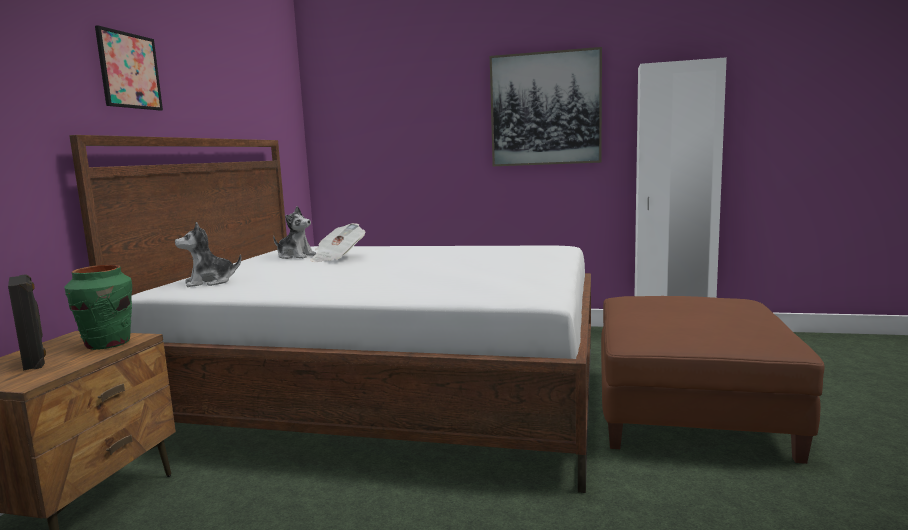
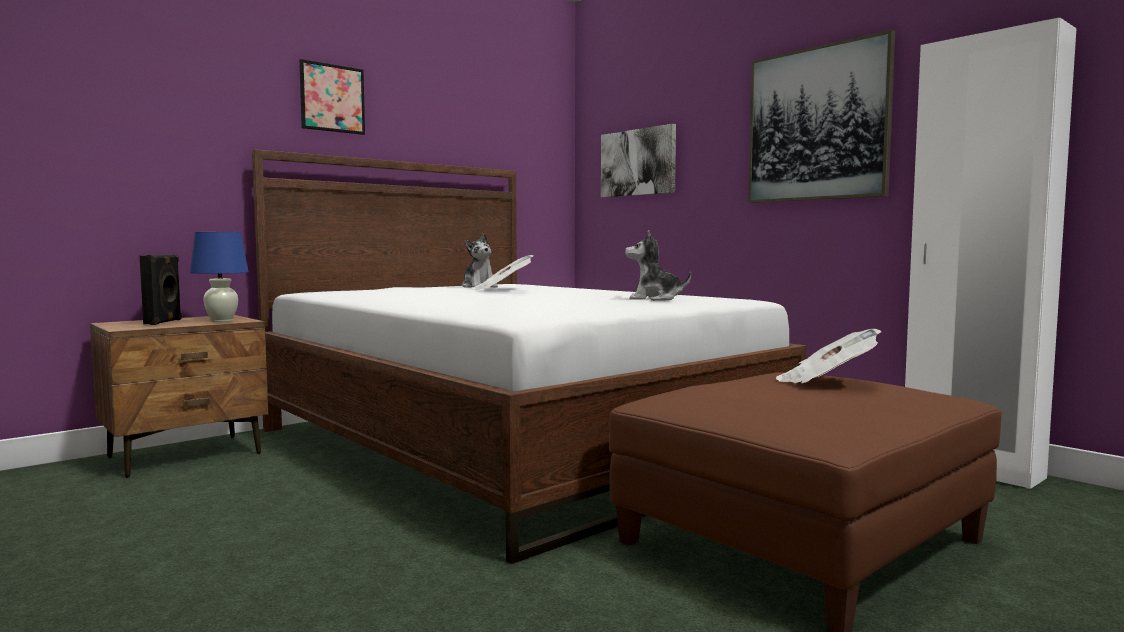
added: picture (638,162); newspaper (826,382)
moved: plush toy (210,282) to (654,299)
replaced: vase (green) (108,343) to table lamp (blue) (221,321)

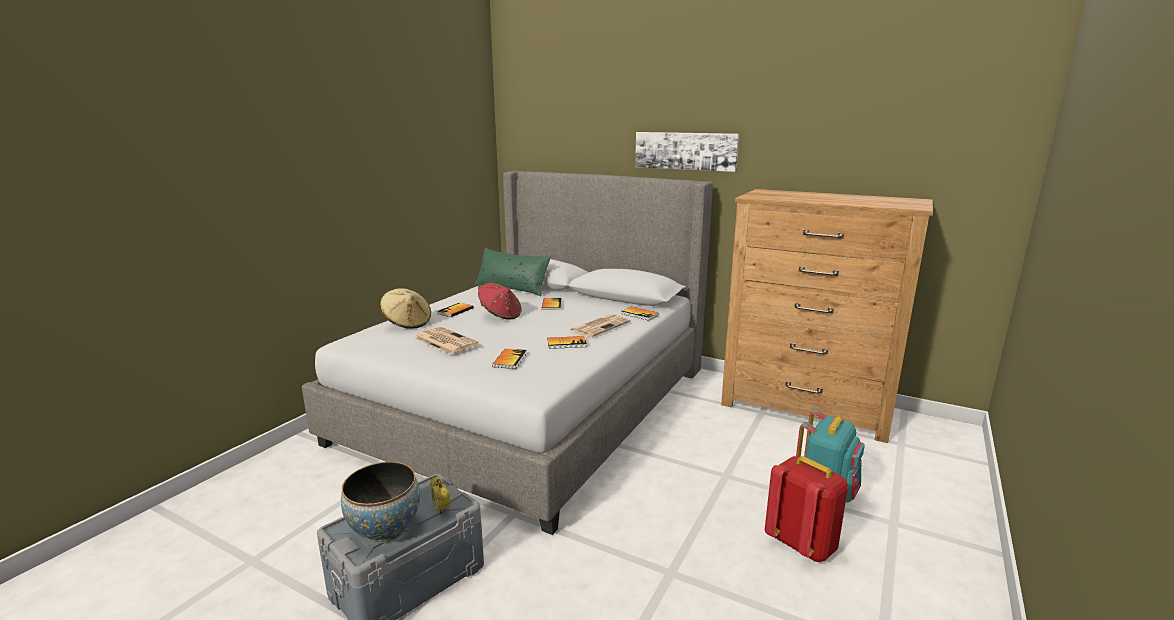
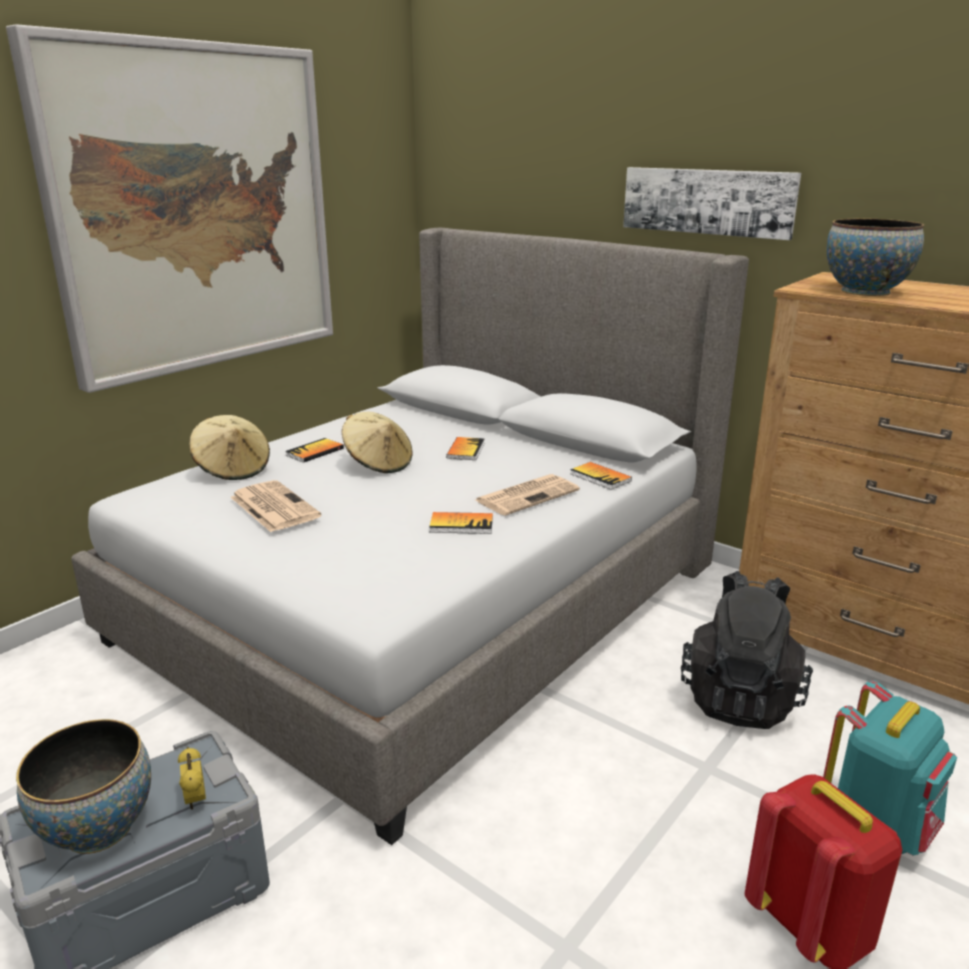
removed: pillow (green) (512,288); book (510,360)
added: picture (196,210); bowl (865,292); backpack (black) (740,698)
recoloured: hat (red) (500,315) to hat (beige) (378,464)

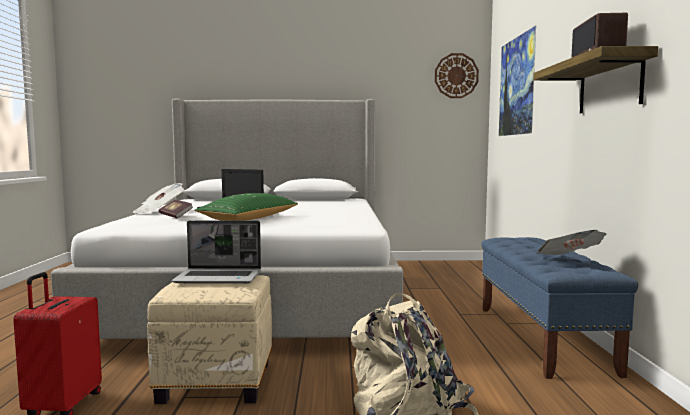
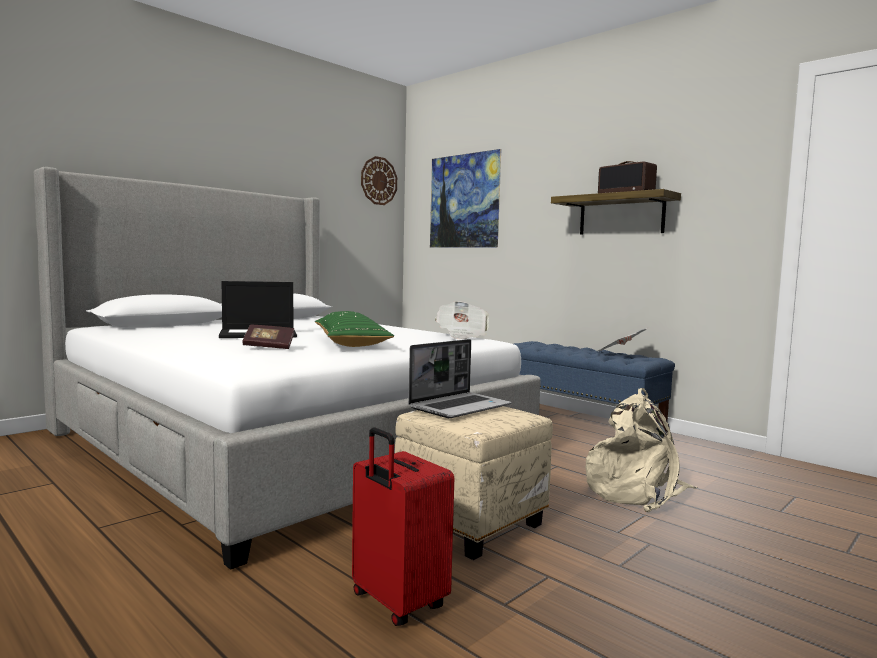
moved: newspaper (159,211) to (462,336)

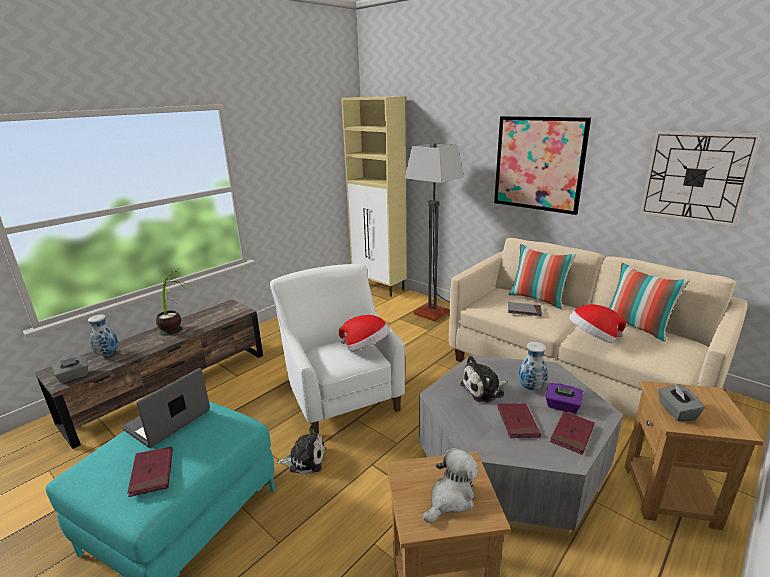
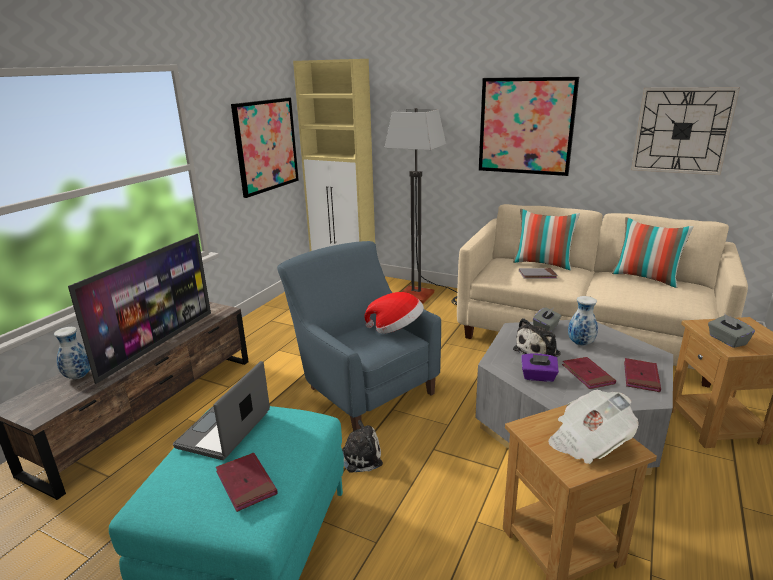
removed: hat (593,338)
added: picture (266,145)
moved: tissue box (grey) (74,376) to (546,328); tissue box (purple) (562,406) to (538,377)
replaced: potted plant (177,334) to television (158,344); plush toy (450,498) to newspaper (588,442)
recoloured: armchair (white) (340,393) to armchair (blue) (361,387)

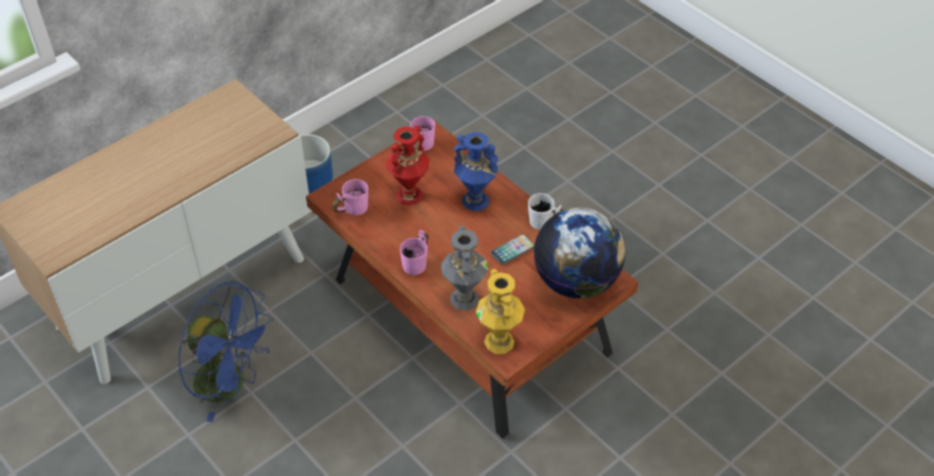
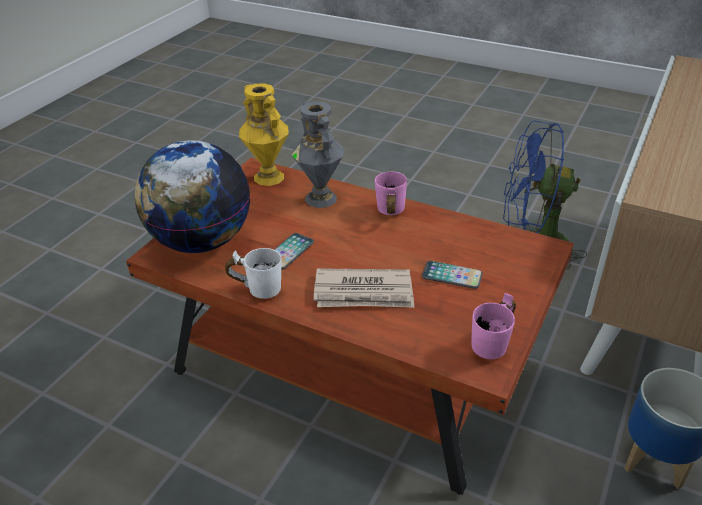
removed: mug (pink) (350,209)
replaced: vase (red) (409,196) to phone (452,276); vase (blue) (475,201) to newspaper (364,293)

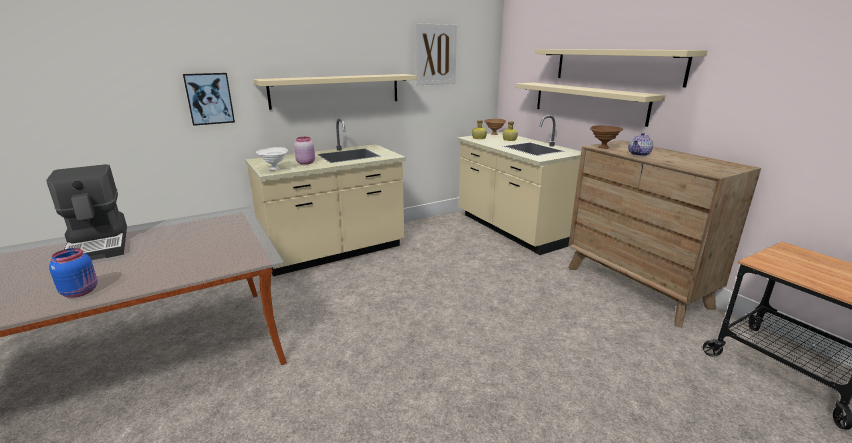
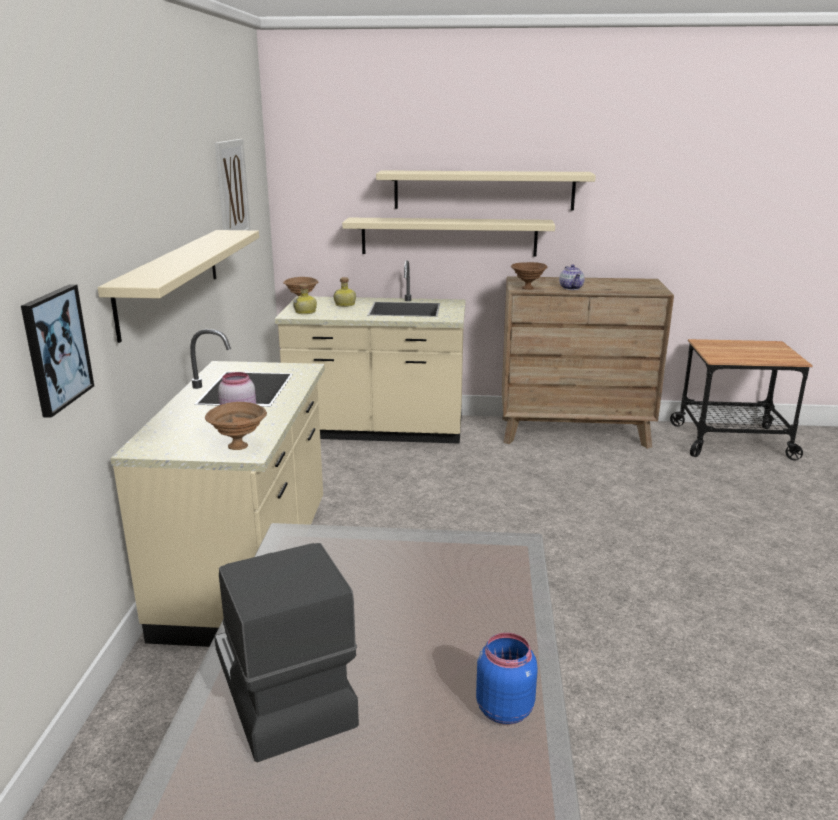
recoloured: bowl (white) (275,169) to bowl (brown) (239,446)
turned: coffee machine (100,244) = (280,688) 120 degrees counterclockwise

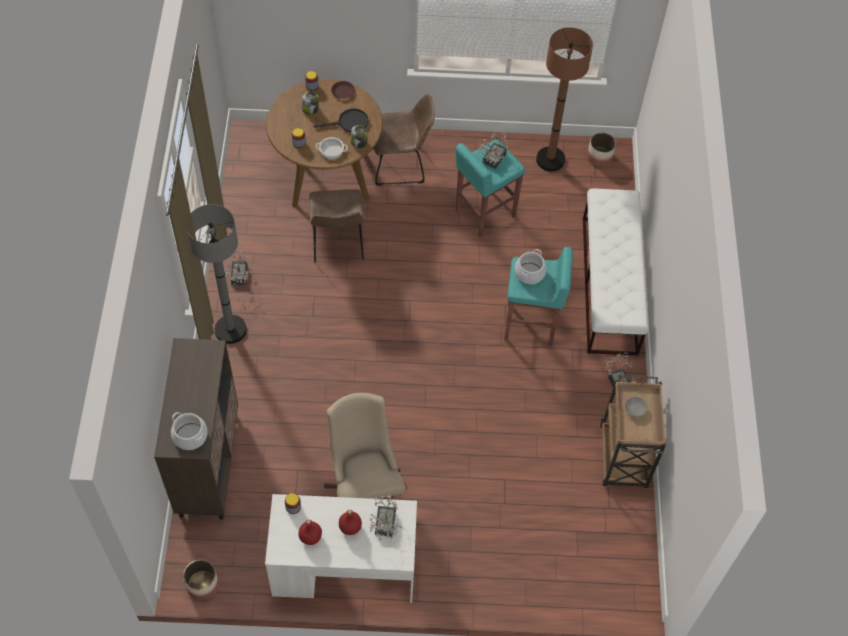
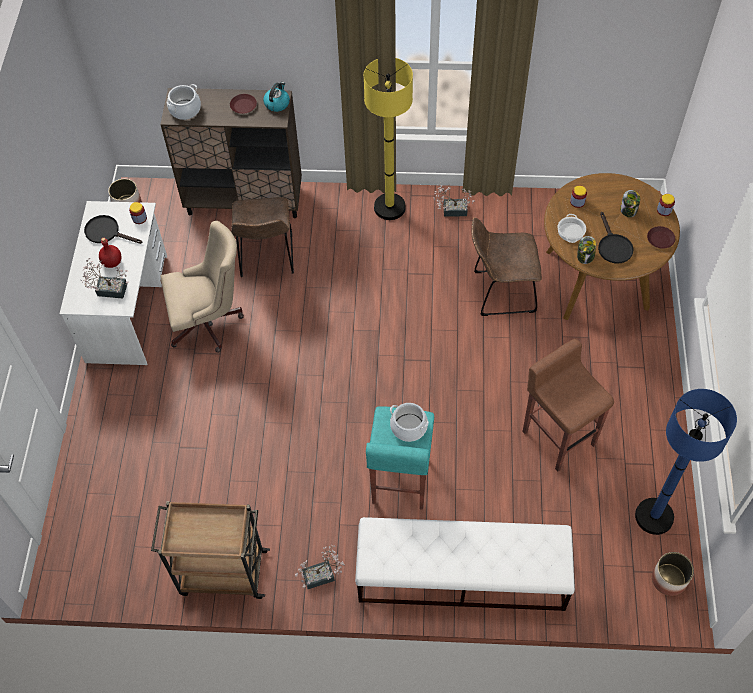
removed: potted plant (492,160); bowl (grey) (635,409)
added: kettle (277,103); plate (brown) (243,106)
moved: chair (brown) (401,165) to (266,257)
replaced: bottle (red) (310,537) to frying pan (black) (107,232)
recoloured: floor lamp (brown) (550,159) to floor lamp (blue) (654,517); stool (turquoise) (484,213) to stool (brown) (558,437); floor lamp (grey) (230,330) to floor lamp (yellow) (389,207)

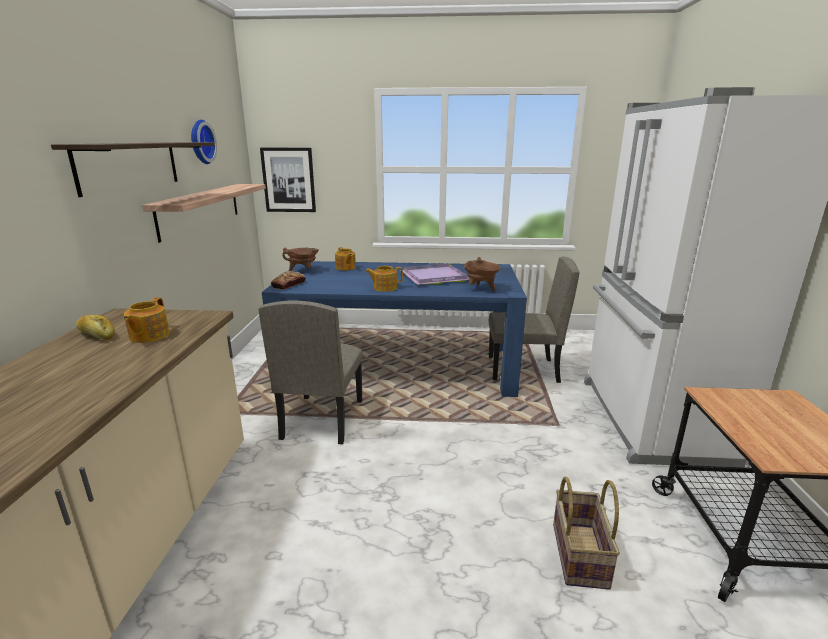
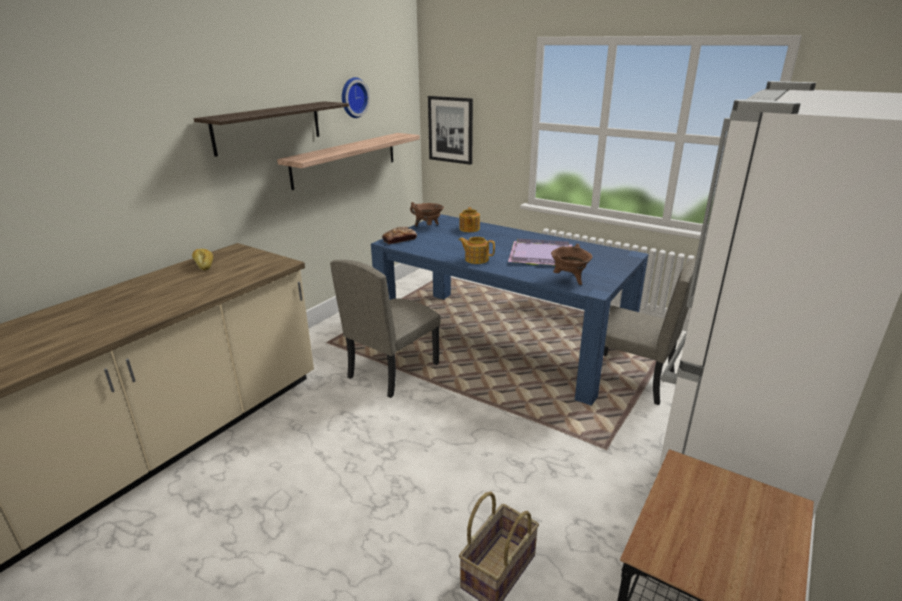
removed: teapot (148,336)

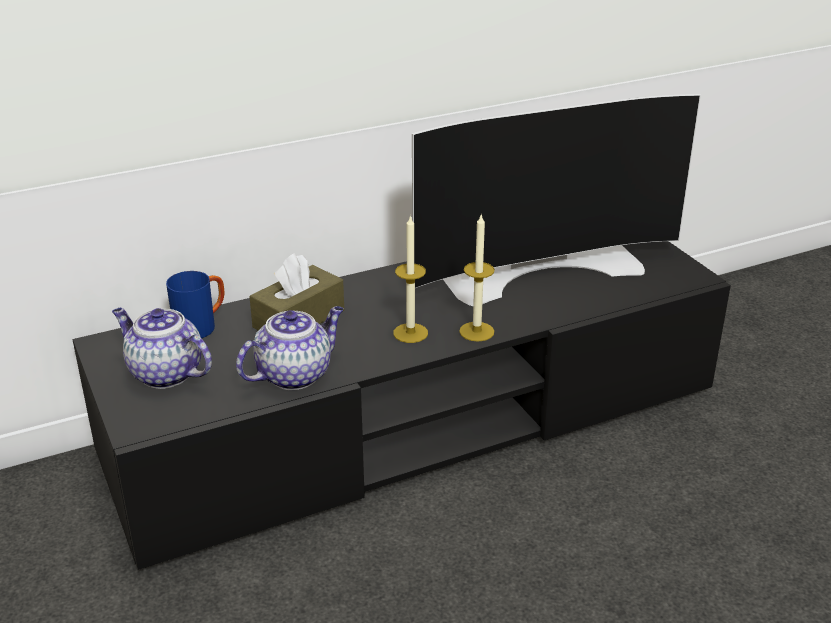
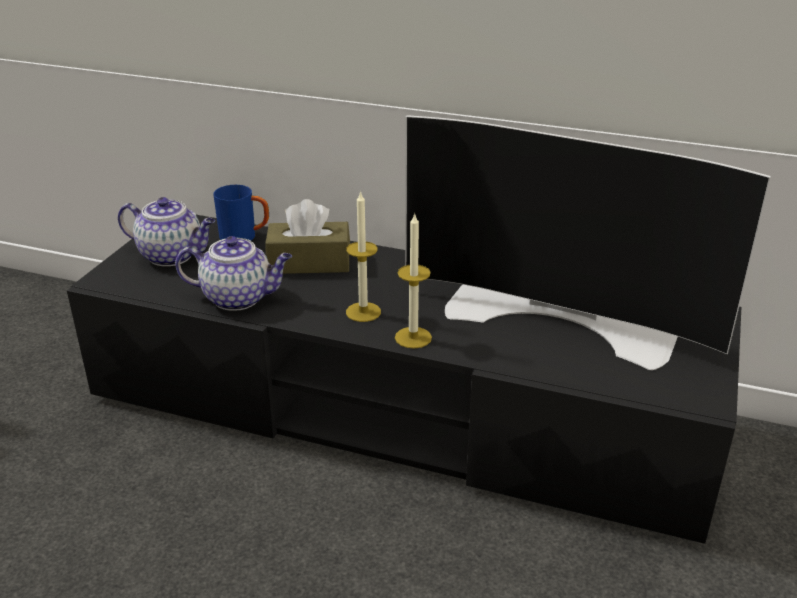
turned: teapot (164,373) = (173,256) 120 degrees clockwise

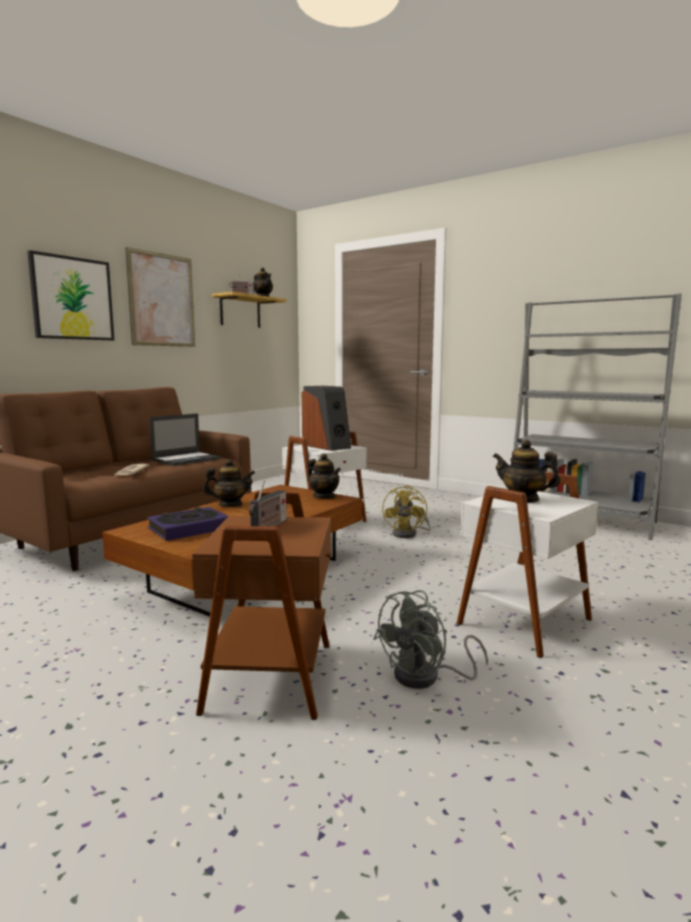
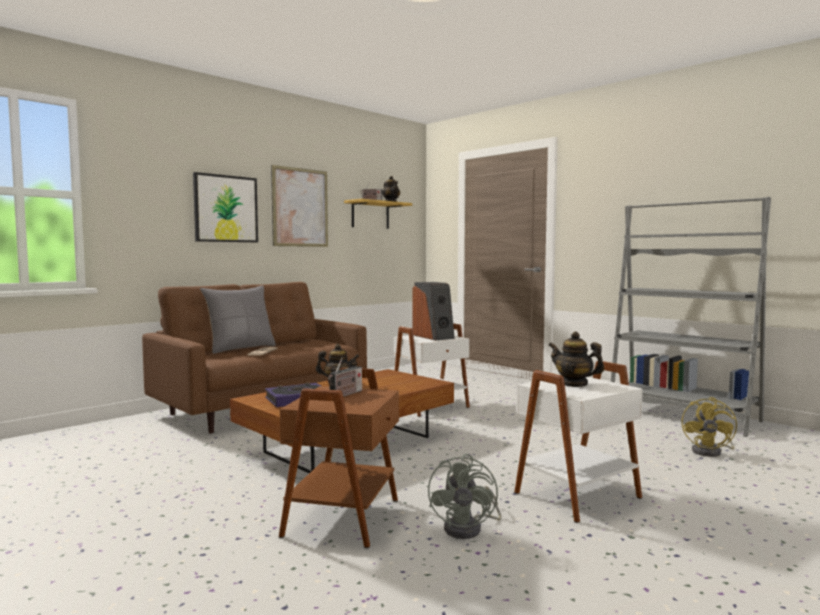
removed: laptop (187,459); teapot (324,496)
added: pillow (grey) (240,348)
moved: fan (yellow) (409,534) to (711,452)
turned: fan (grey) (426,677) = (469,528) 45 degrees counterclockwise

